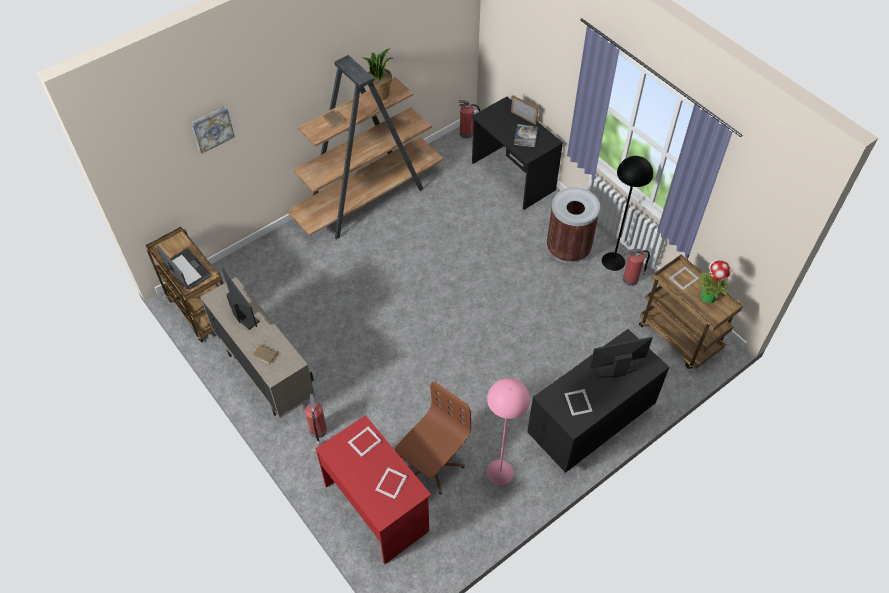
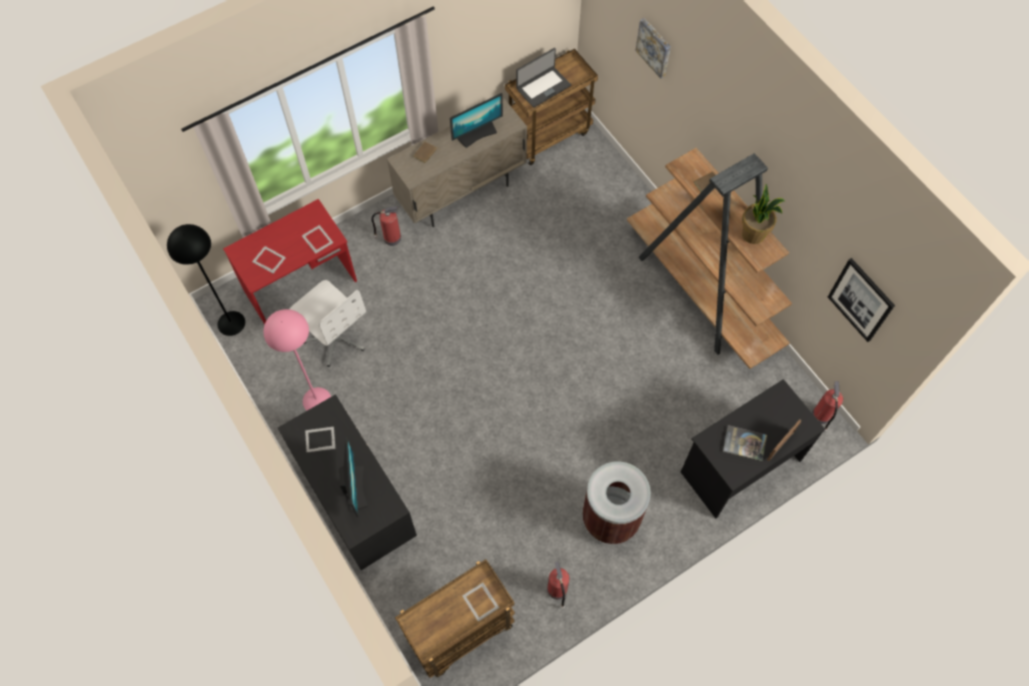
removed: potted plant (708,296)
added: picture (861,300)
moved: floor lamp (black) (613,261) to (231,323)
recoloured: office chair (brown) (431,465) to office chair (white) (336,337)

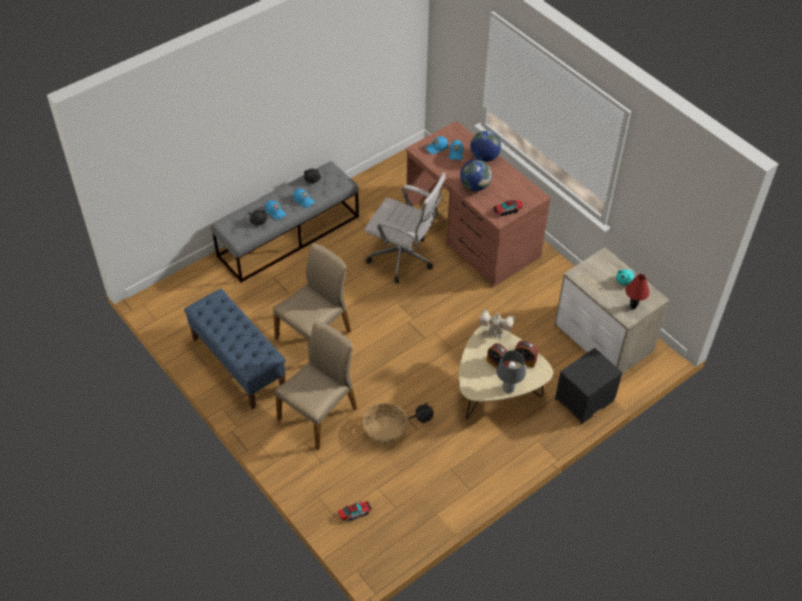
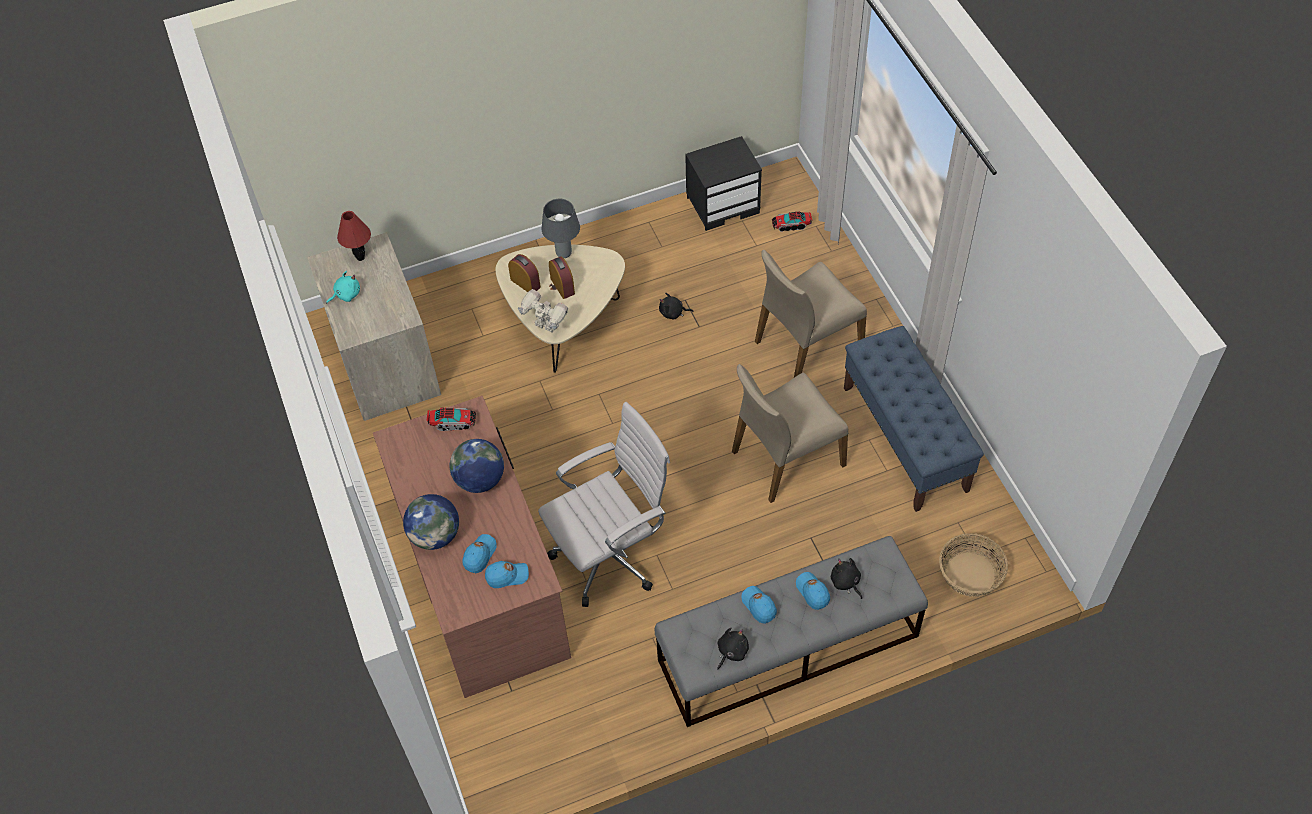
moved: nightstand (black) (584,401) to (723,204); basket (385,430) to (970,574)
turned: office chair (white) (404,259) = (611,555) 105 degrees clockwise

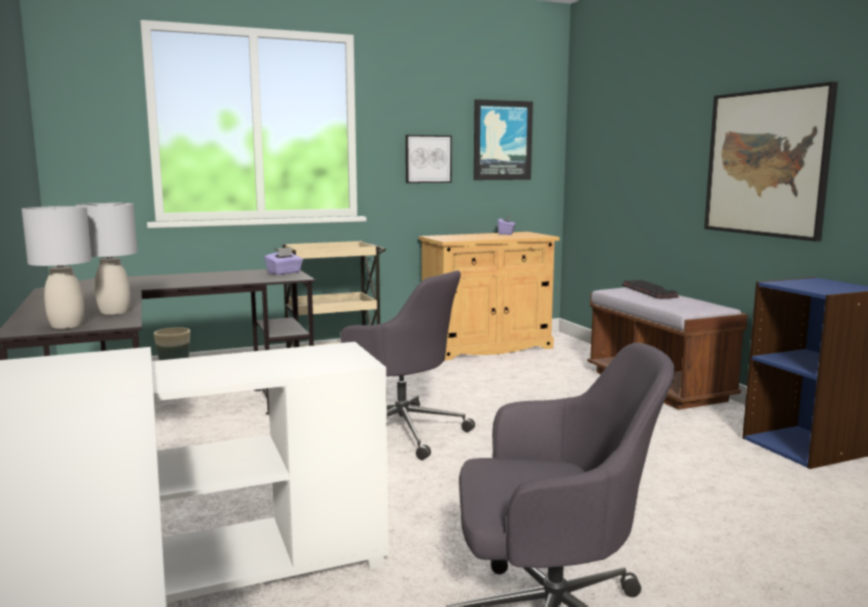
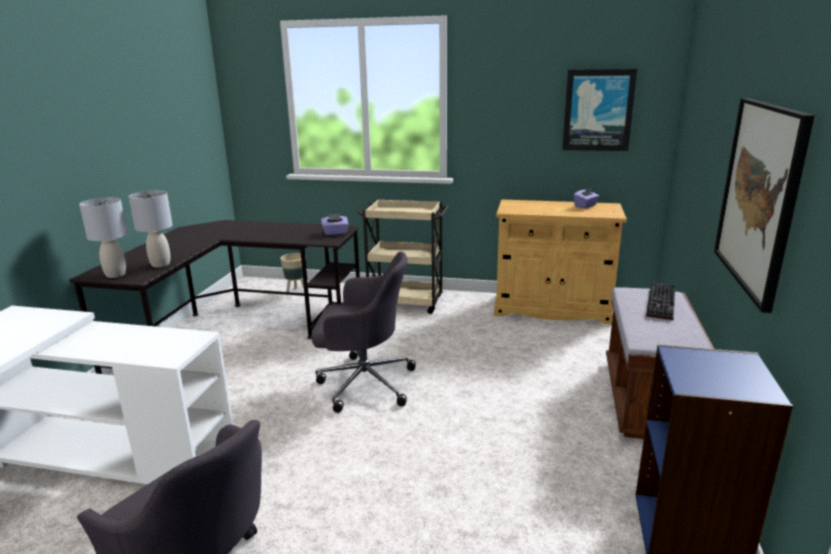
removed: picture (428,159)
turned: office chair (grey) (401,432) = (363,383) 60 degrees counterclockwise

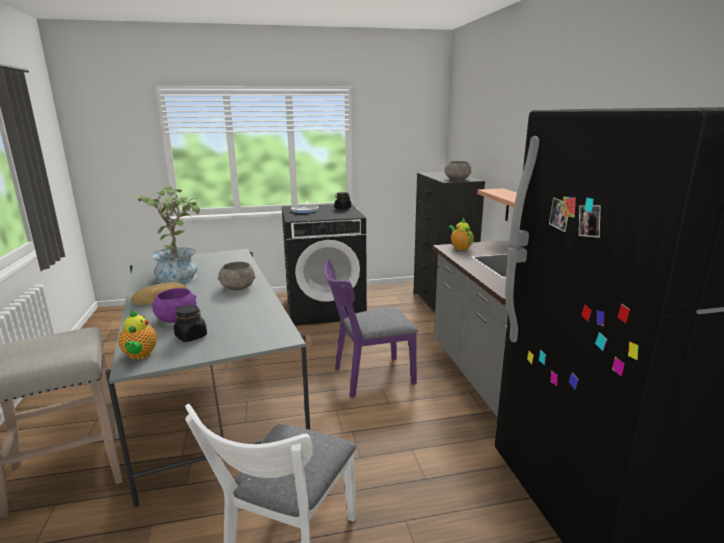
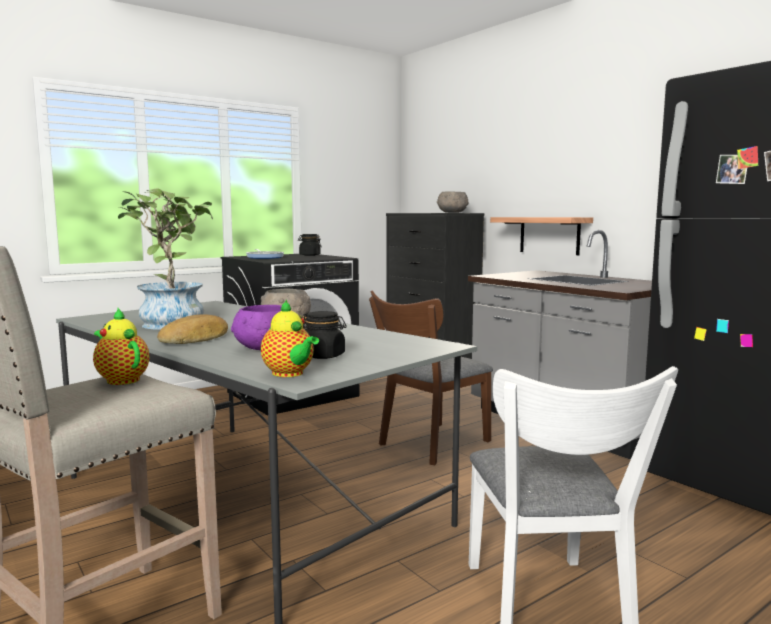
moved: teapot (460,248) to (121,380)
recoloured: chair (purple) (368,377) to chair (brown) (429,445)

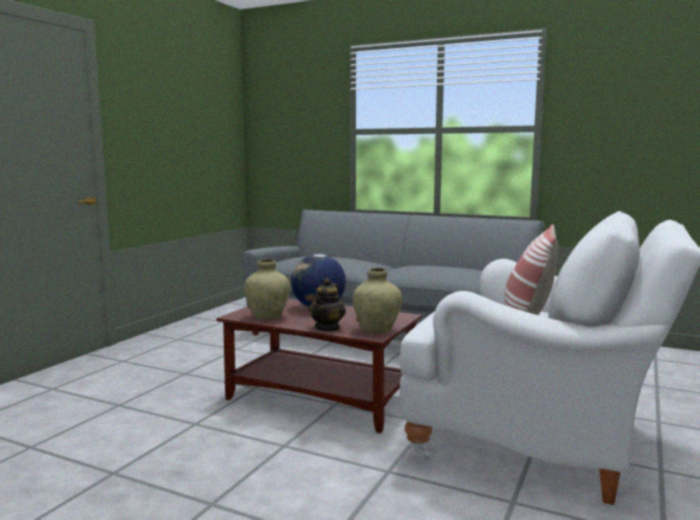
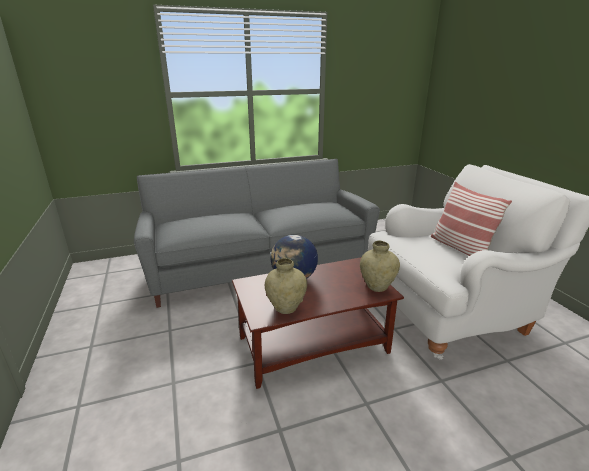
removed: teapot (327,328)

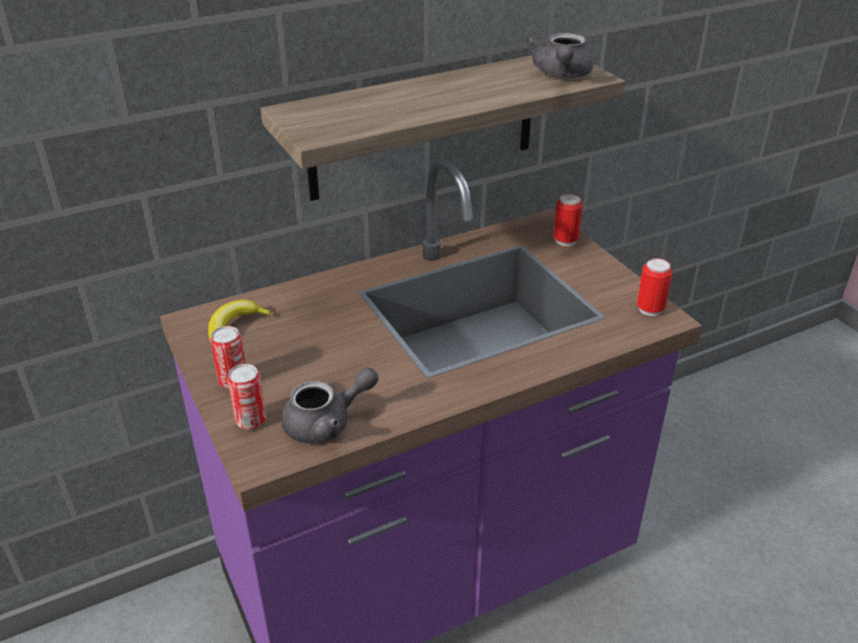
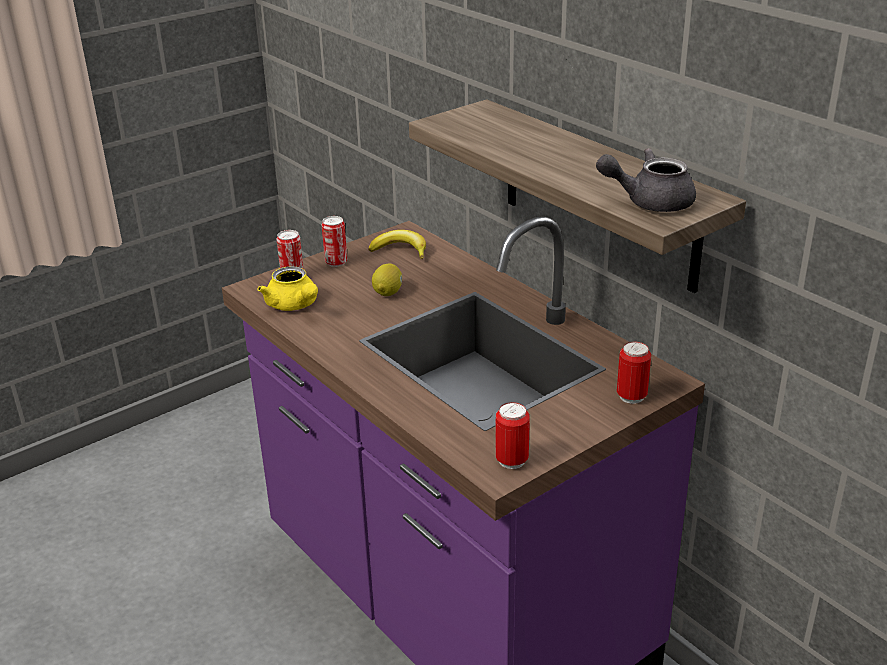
added: lemon (388,292)
recoloured: teapot (grey) (327,423) to teapot (yellow) (294,305)

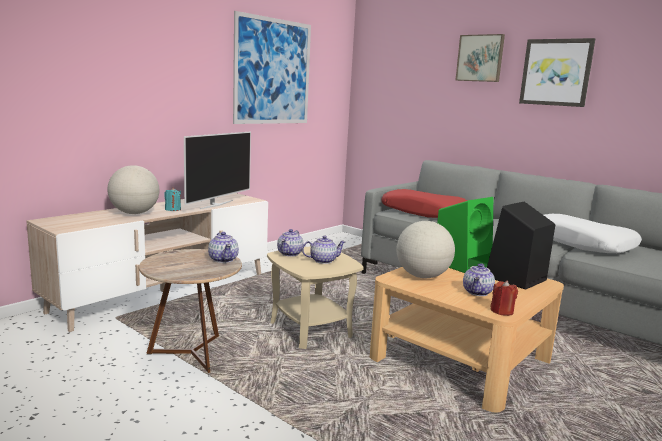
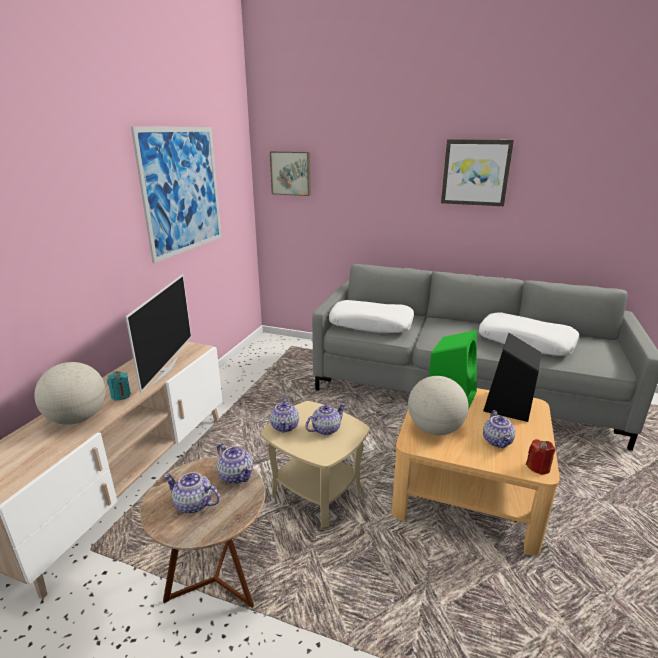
added: teapot (194,504)
moved: picture (480,58) to (291,173)
recoloured: pillow (red) (424,212) to pillow (white) (371,324)

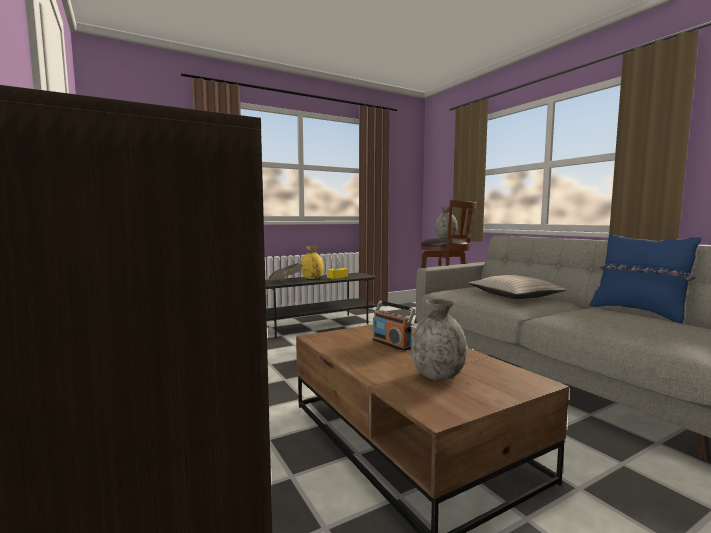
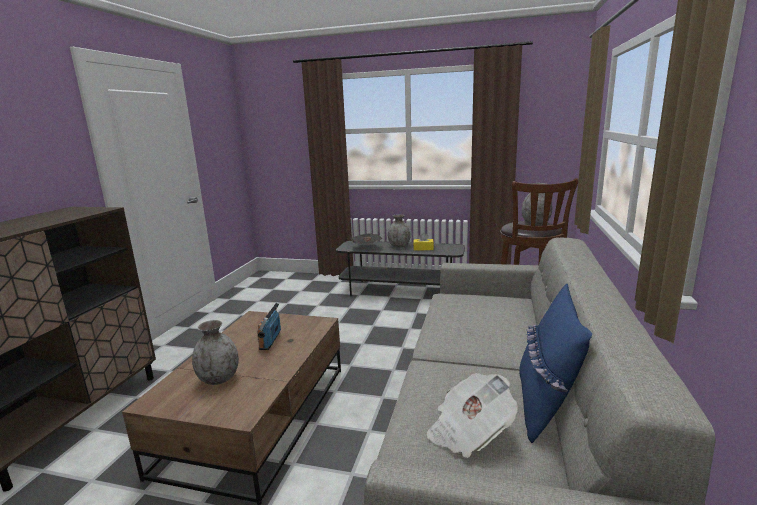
removed: pillow (beige) (514,296)
added: newspaper (469,431)
recoloured: vase (yellow) (312,278) to vase (grey) (399,246)

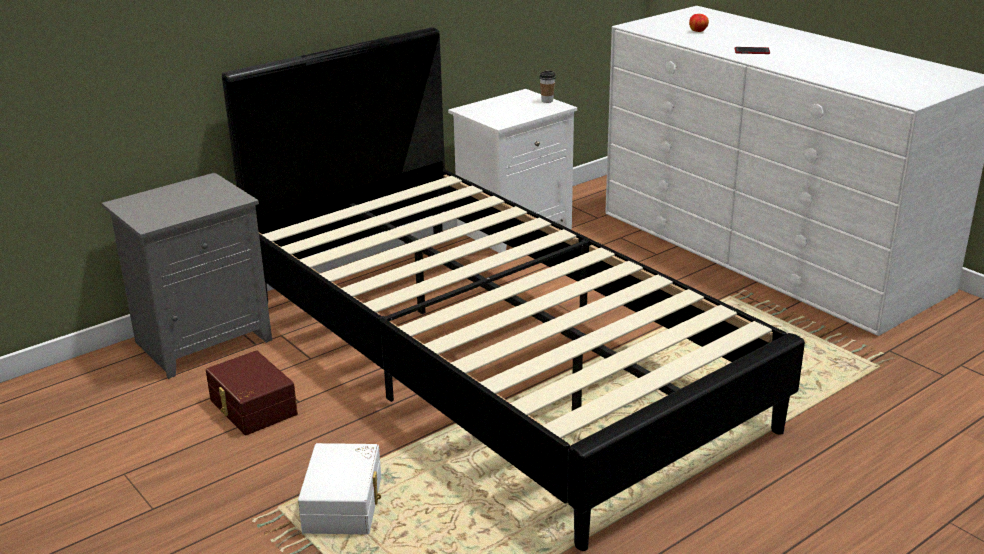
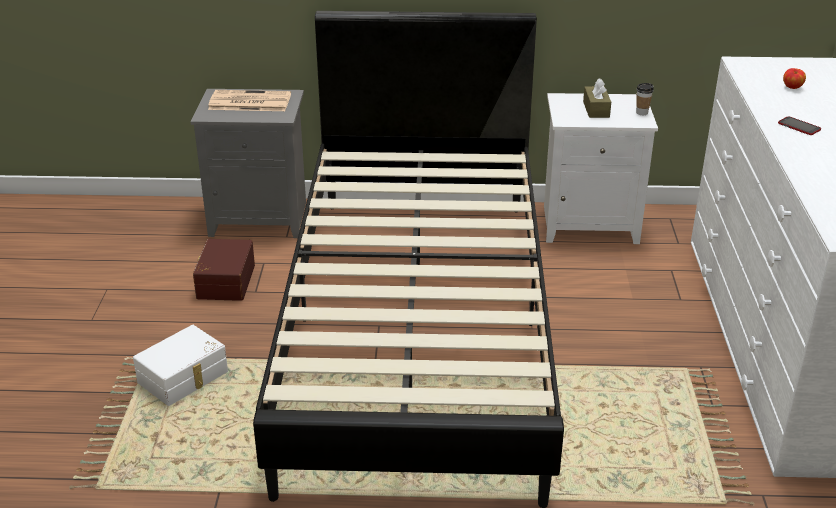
added: tissue box (brown) (596,109); newspaper (248,102)

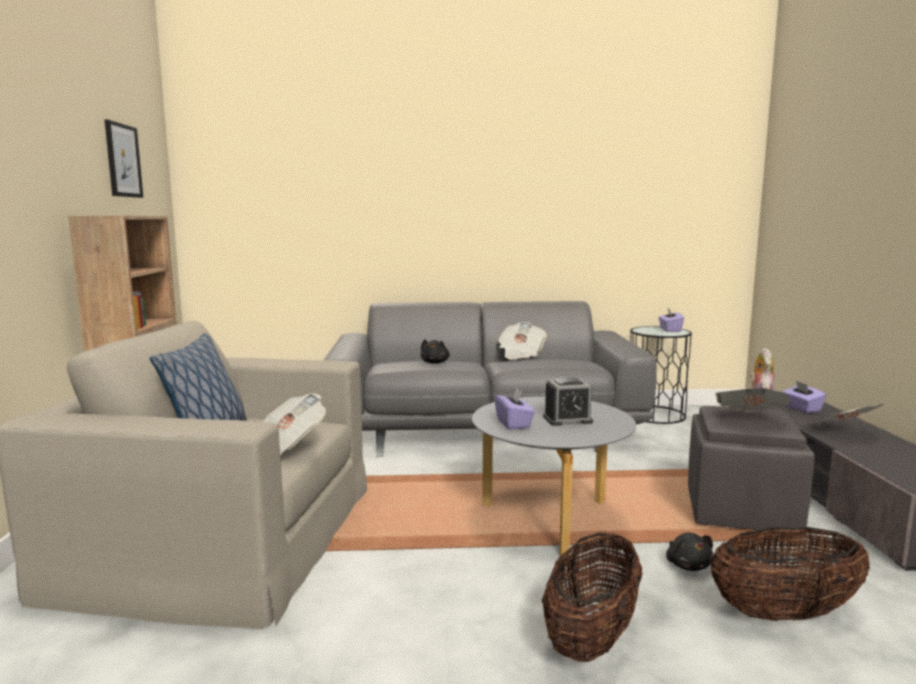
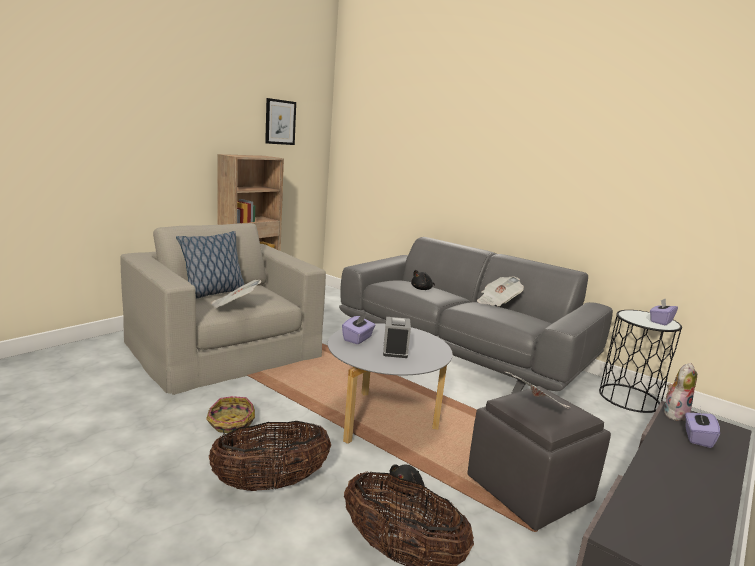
removed: newspaper (840,431)
added: basket (230,424)
turned: alarm clock (567,420) = (395,350) 60 degrees clockwise

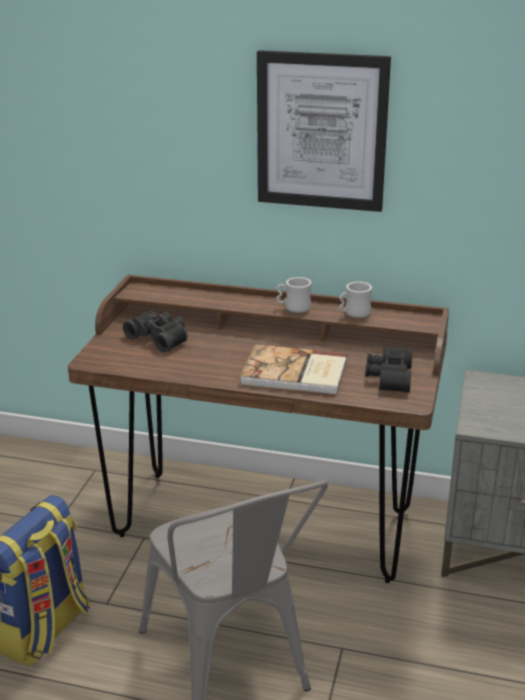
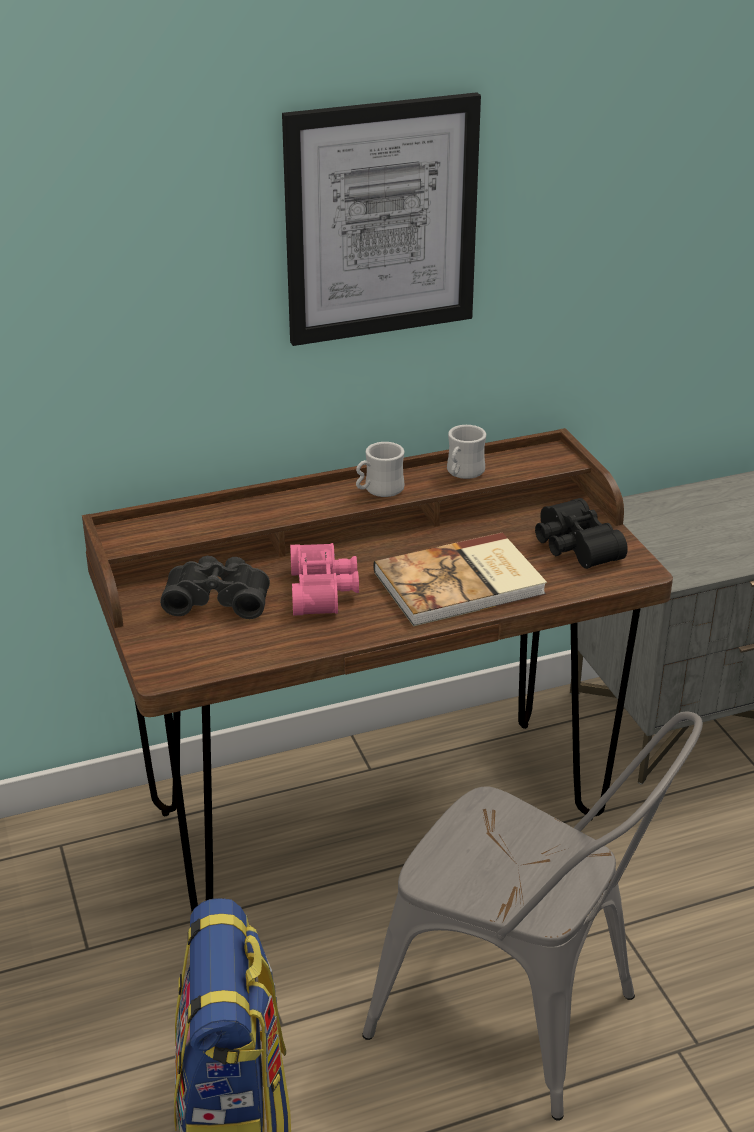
added: binoculars (pink) (324,591)

